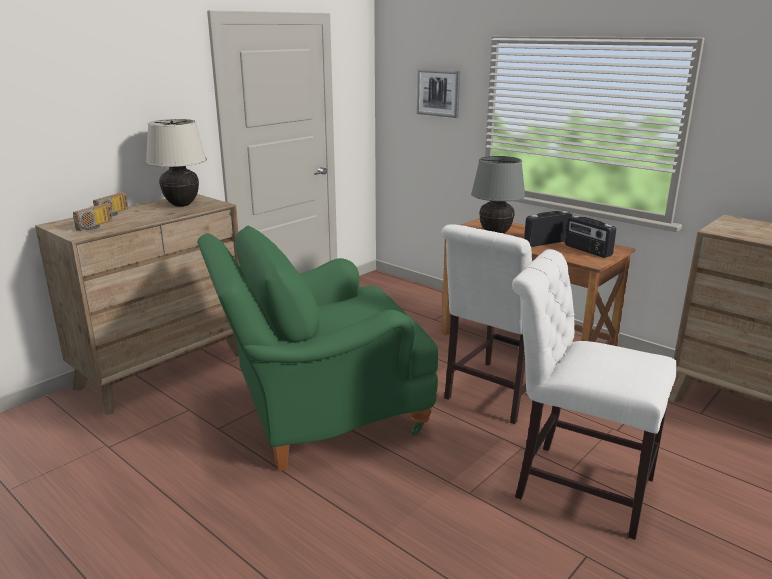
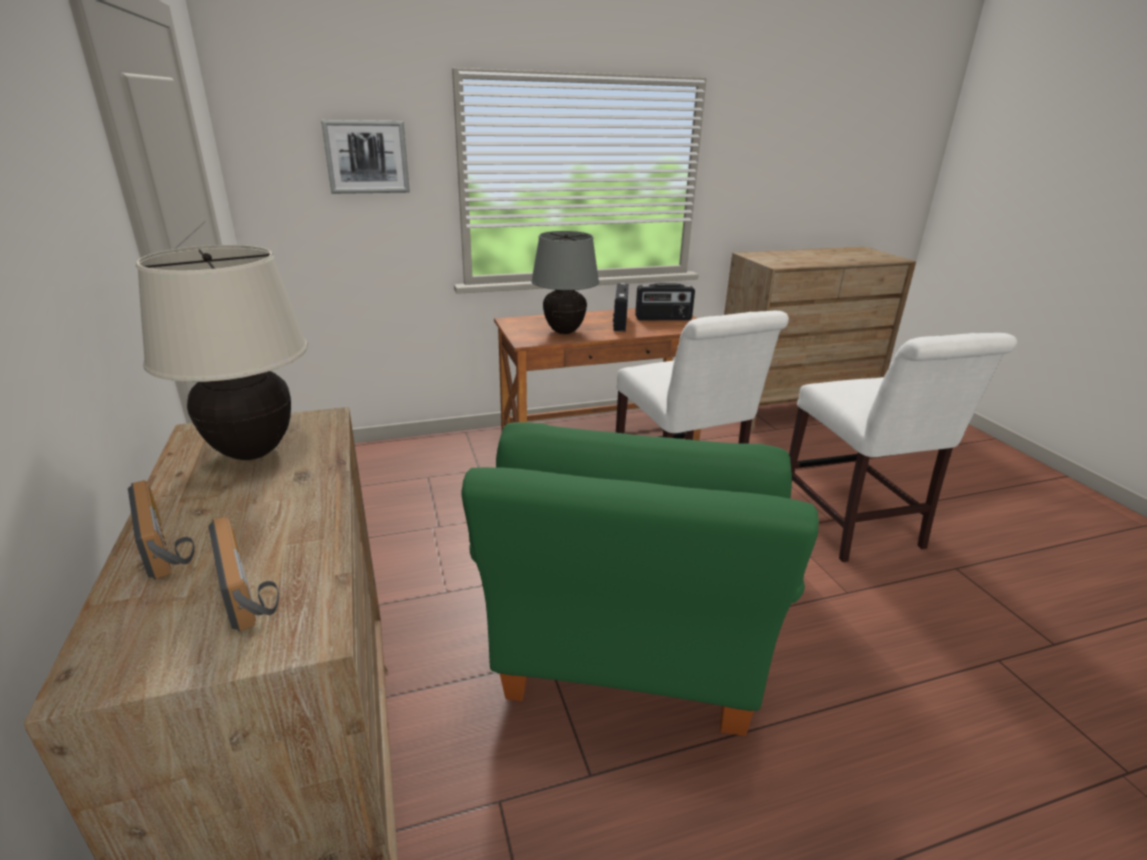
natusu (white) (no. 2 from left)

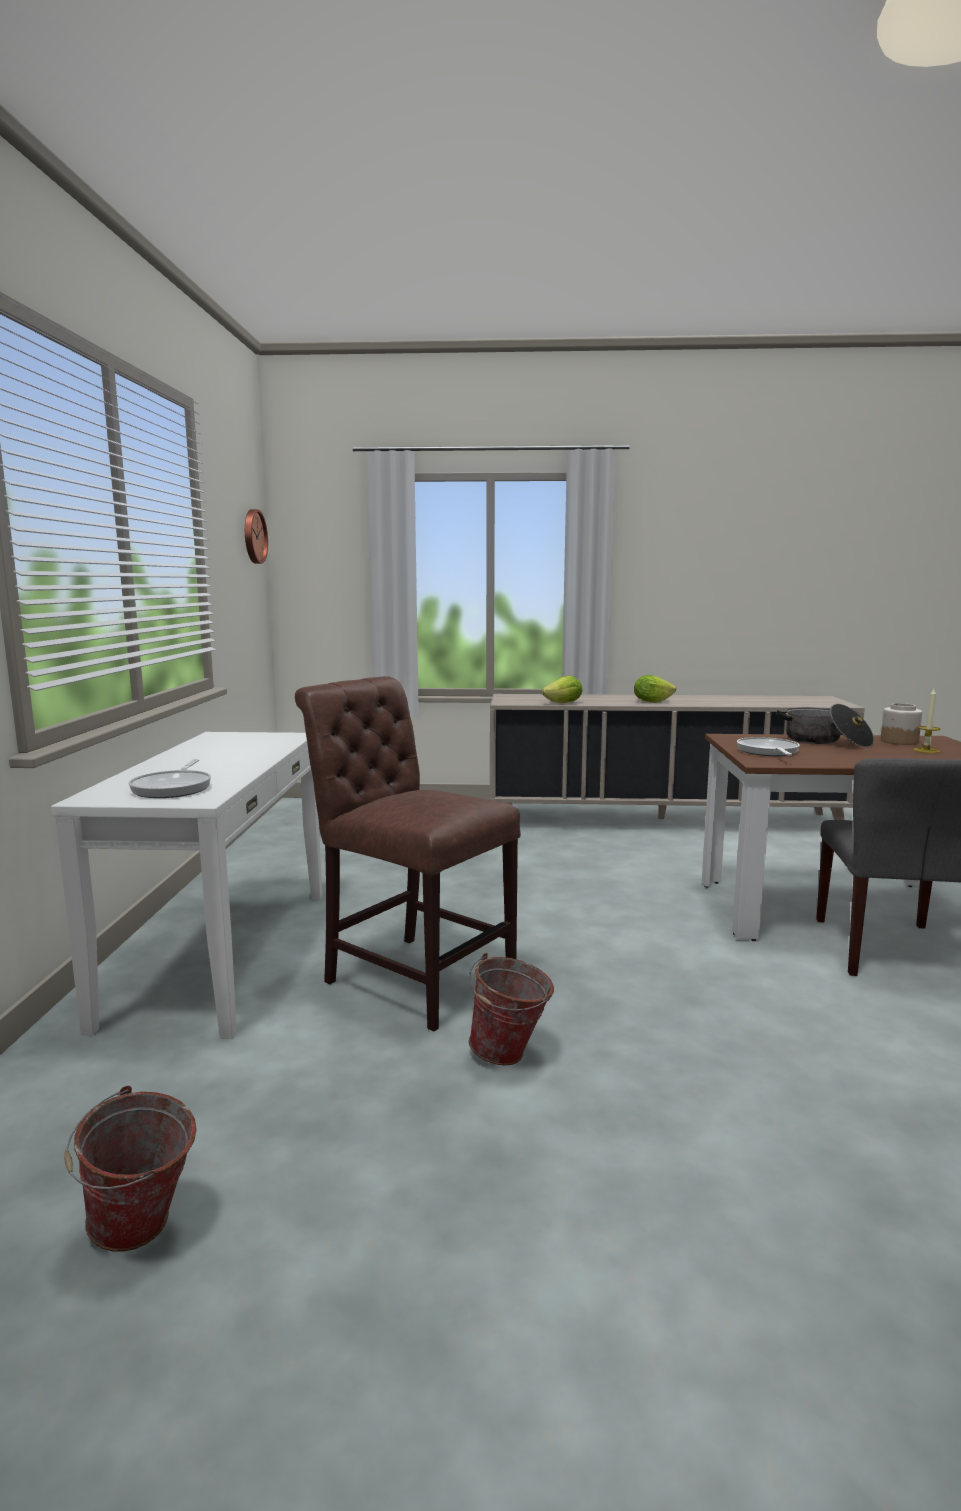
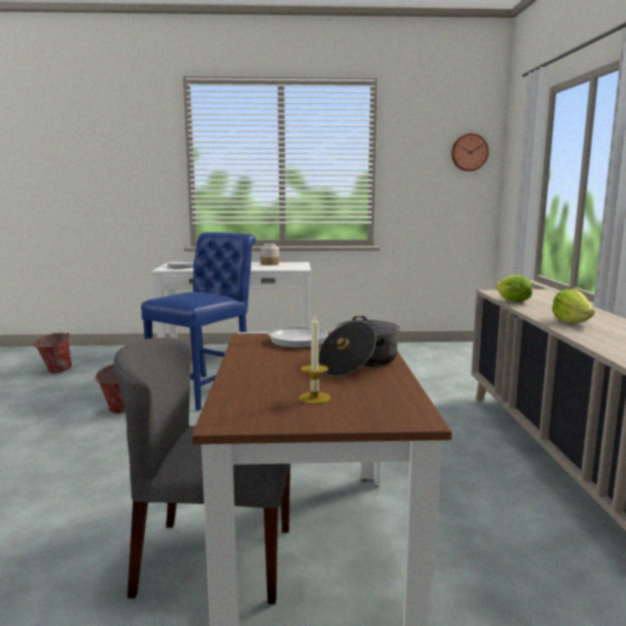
natusu (blue)
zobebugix

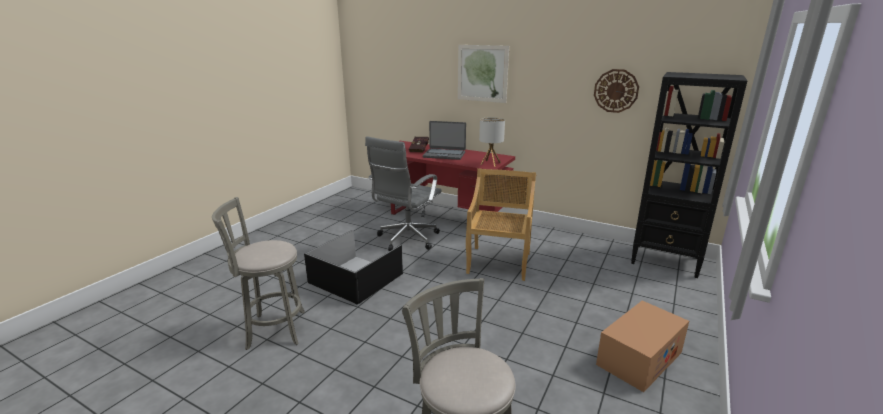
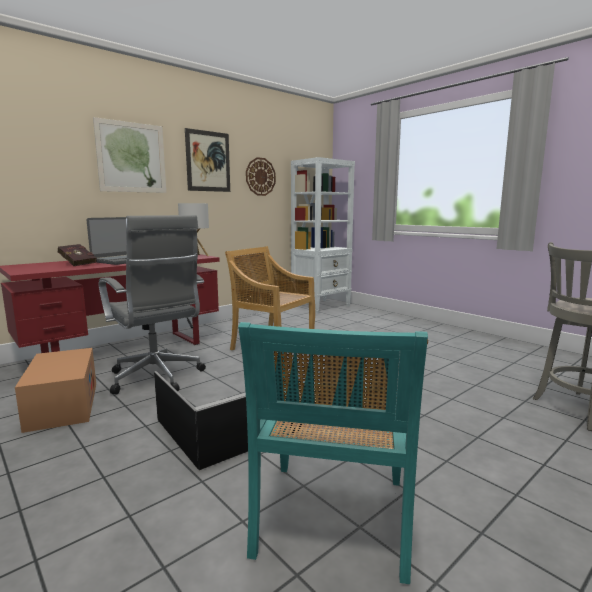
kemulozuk
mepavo (no. 2 from left)
natusu (turquoise)
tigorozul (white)

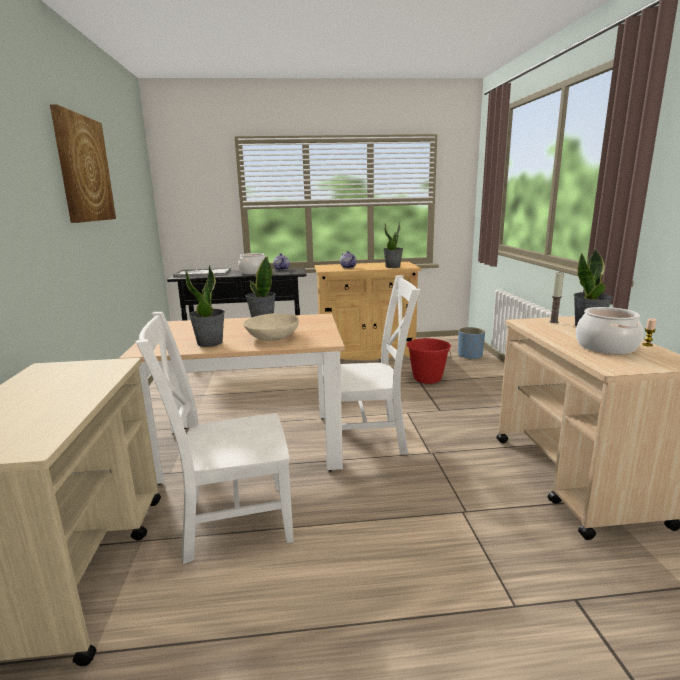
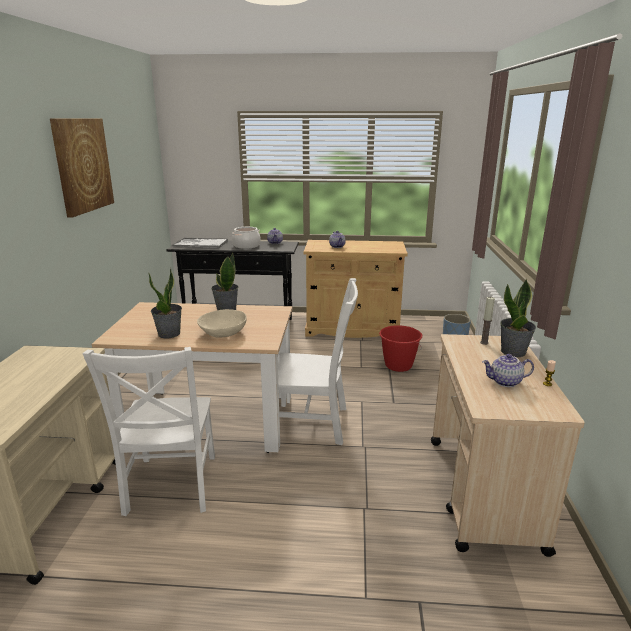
natusu (white) (no. 1 from left)
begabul (no. 3 from left)
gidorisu (no. 3 from left in the first image)

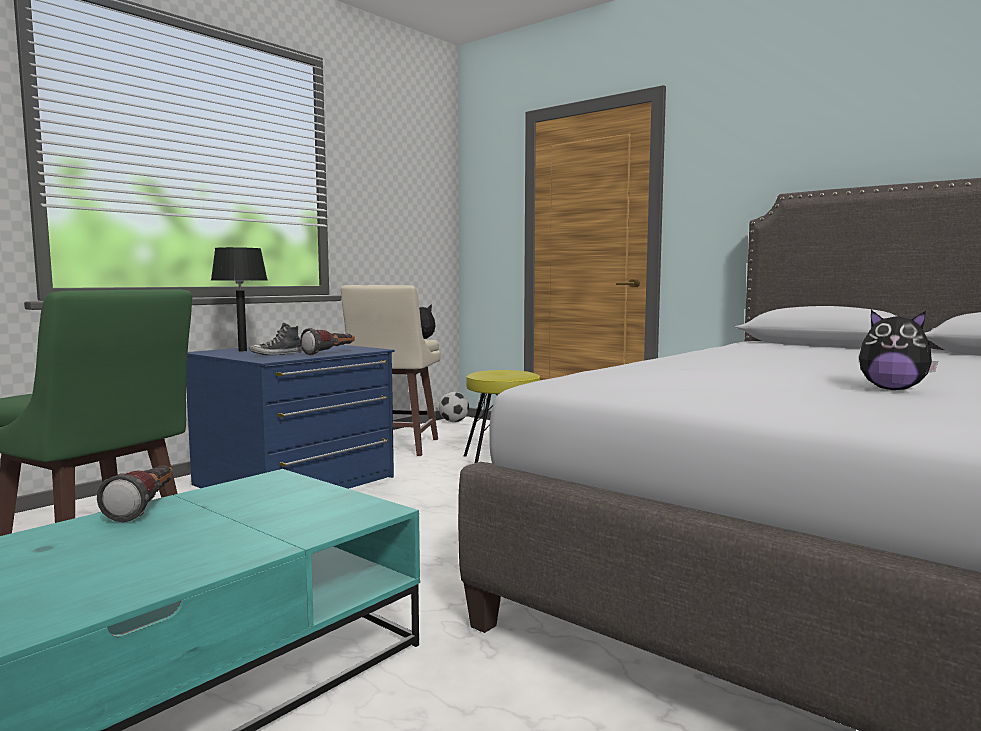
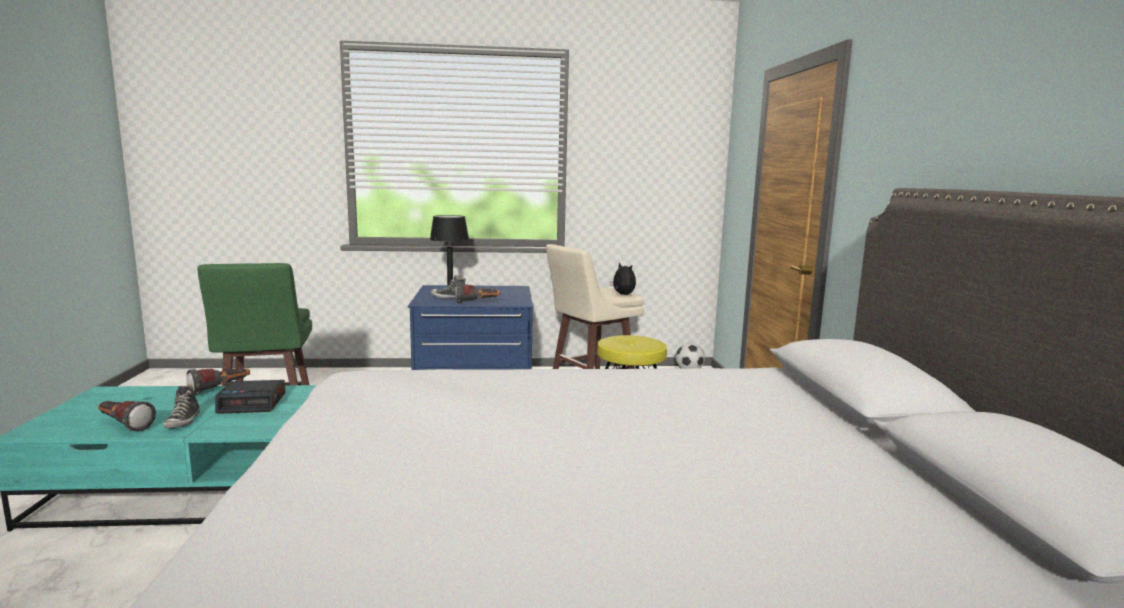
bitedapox (no. 1 from left)
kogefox (no. 1 from left)
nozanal
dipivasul (no. 2 from left in the first image)

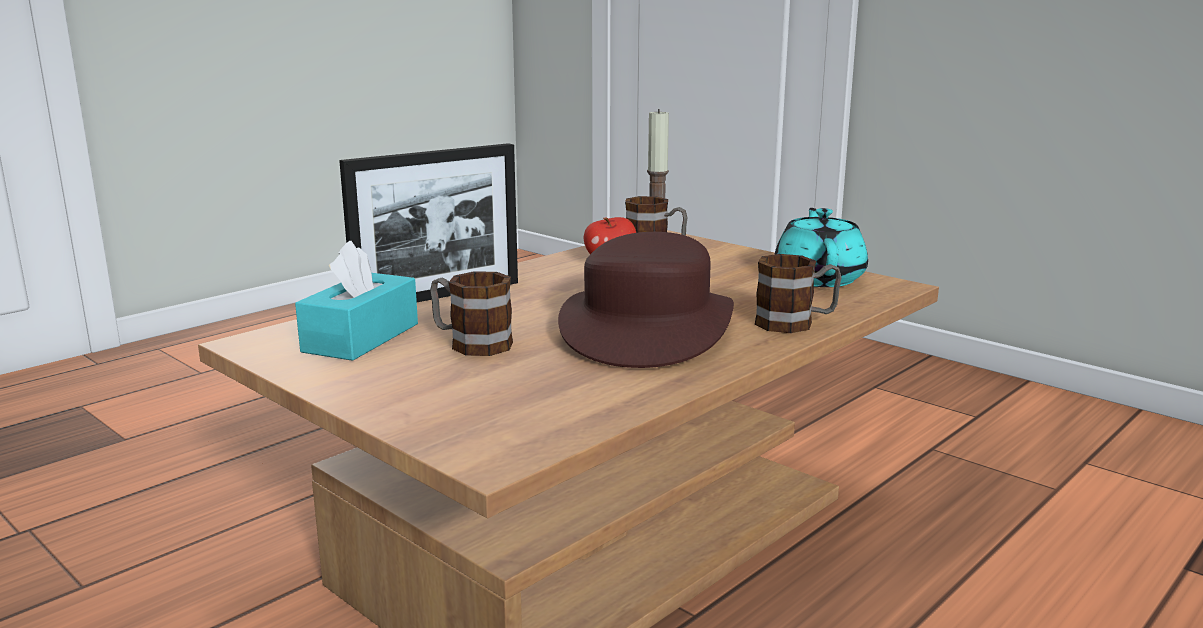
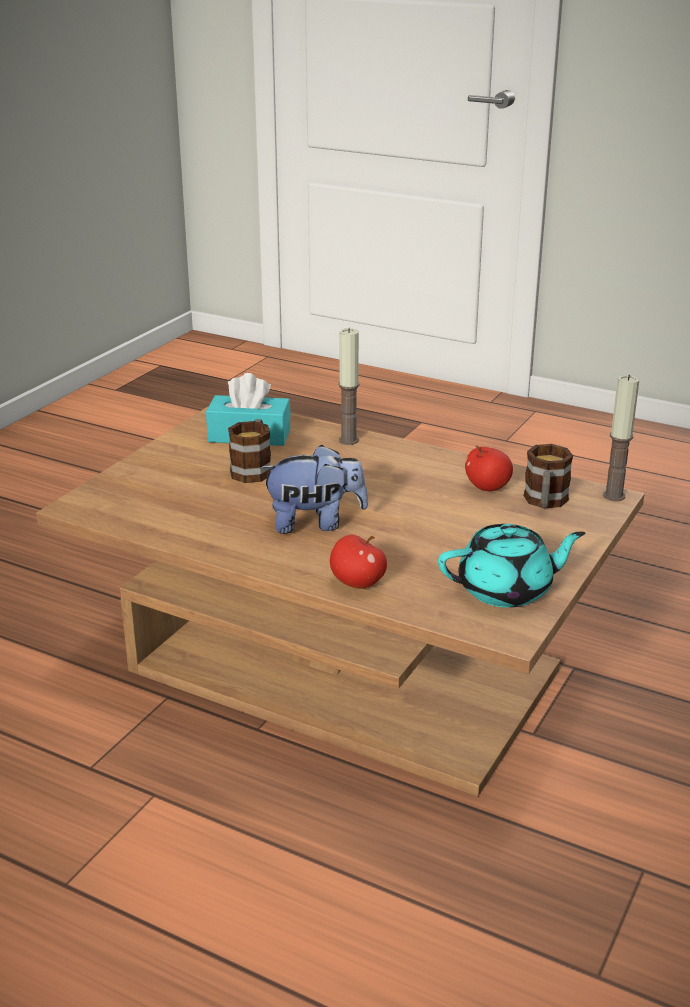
dipivasul
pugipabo (no. 1 from left)
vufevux (no. 1 from left)

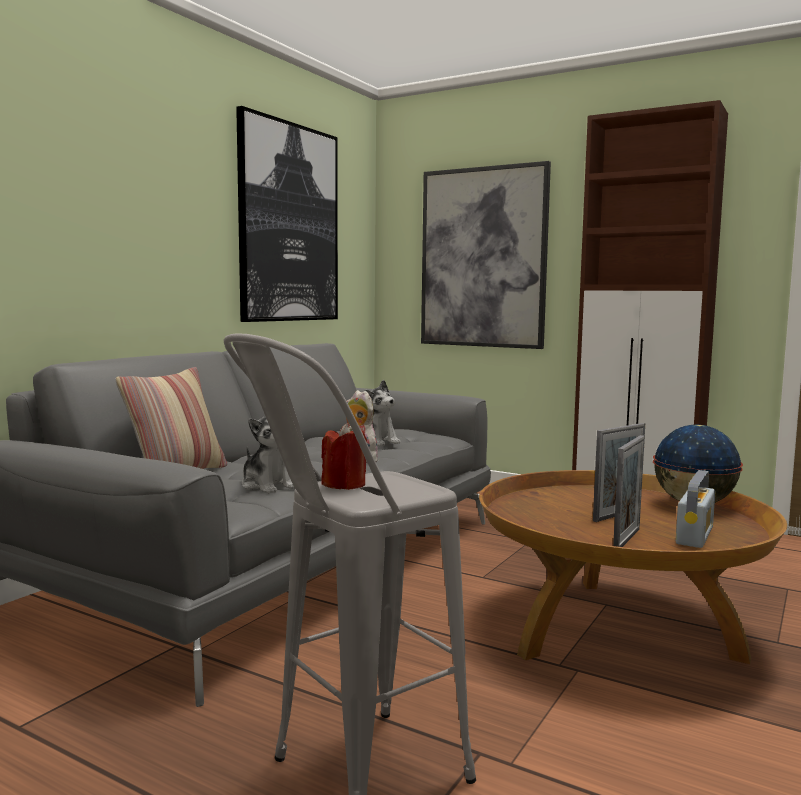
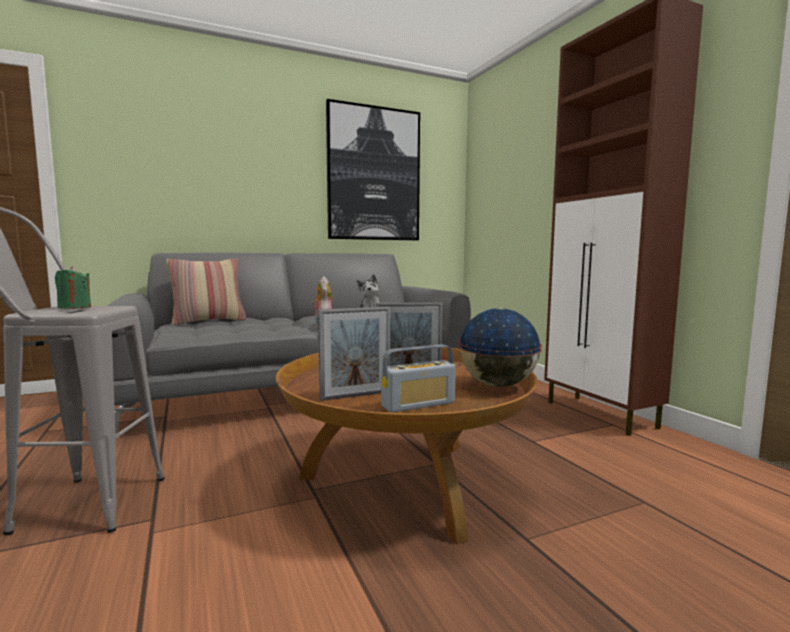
vufevux (green)
dipivasul (no. 1 from left in the first image)
mepavo (no. 2 from left in the first image)

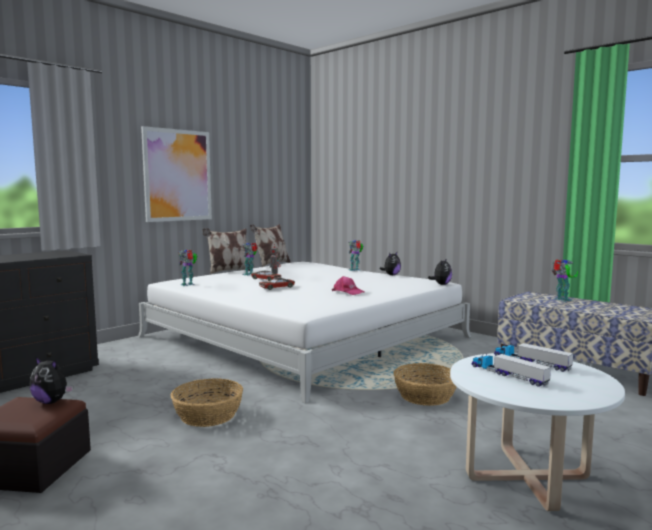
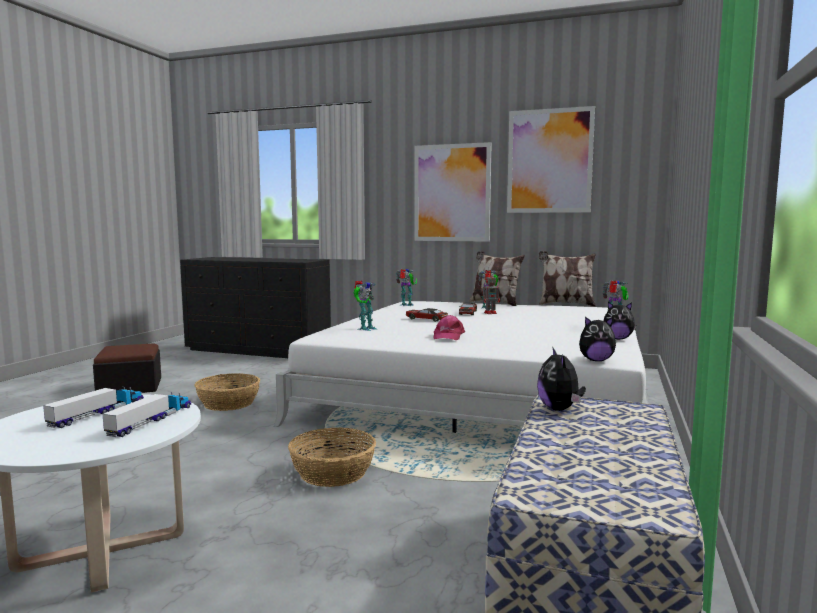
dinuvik (no. 1 from left)
mepavo (no. 2 from left)
dipivasul (no. 1 from left)

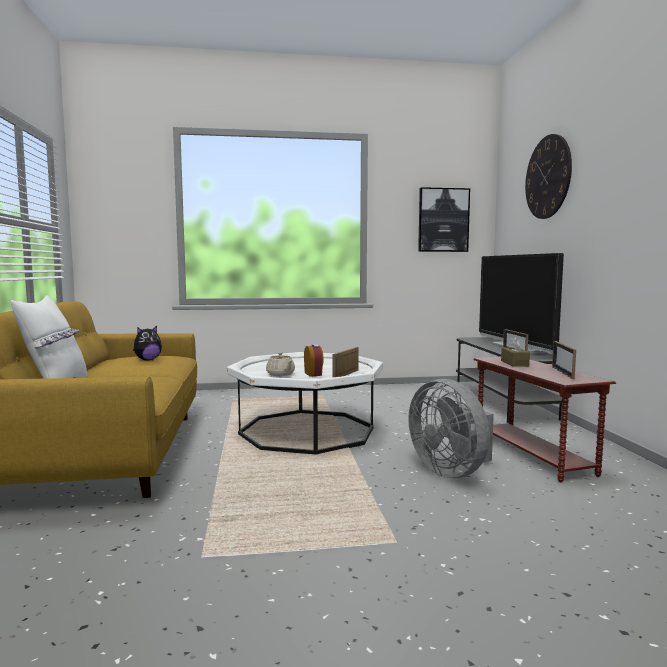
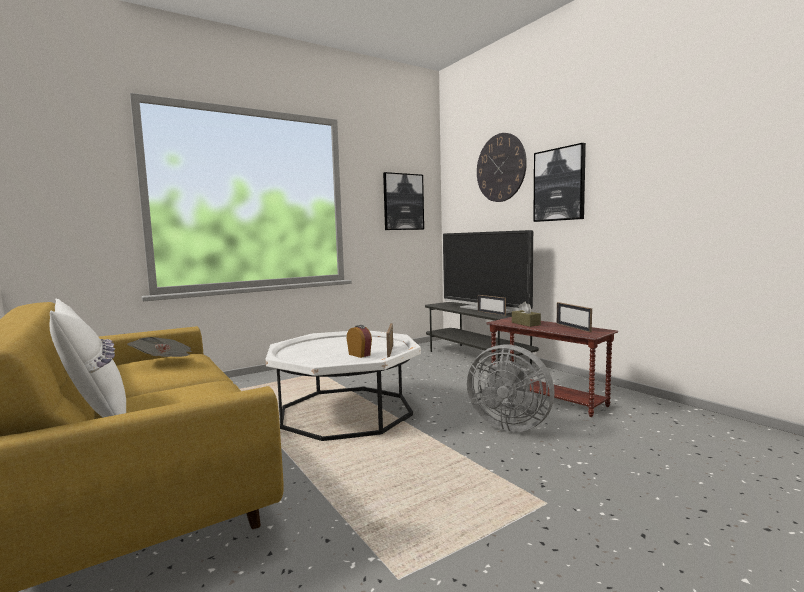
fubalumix
mepavo (no. 2 from left)
begabul (beige)

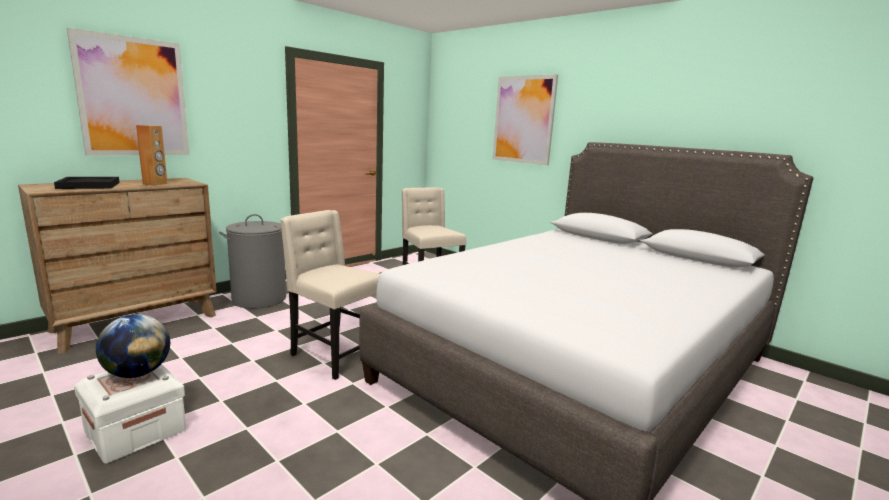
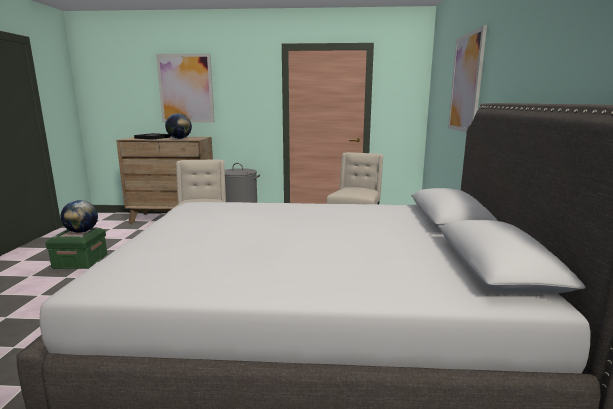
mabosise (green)
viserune (no. 2 from left)

